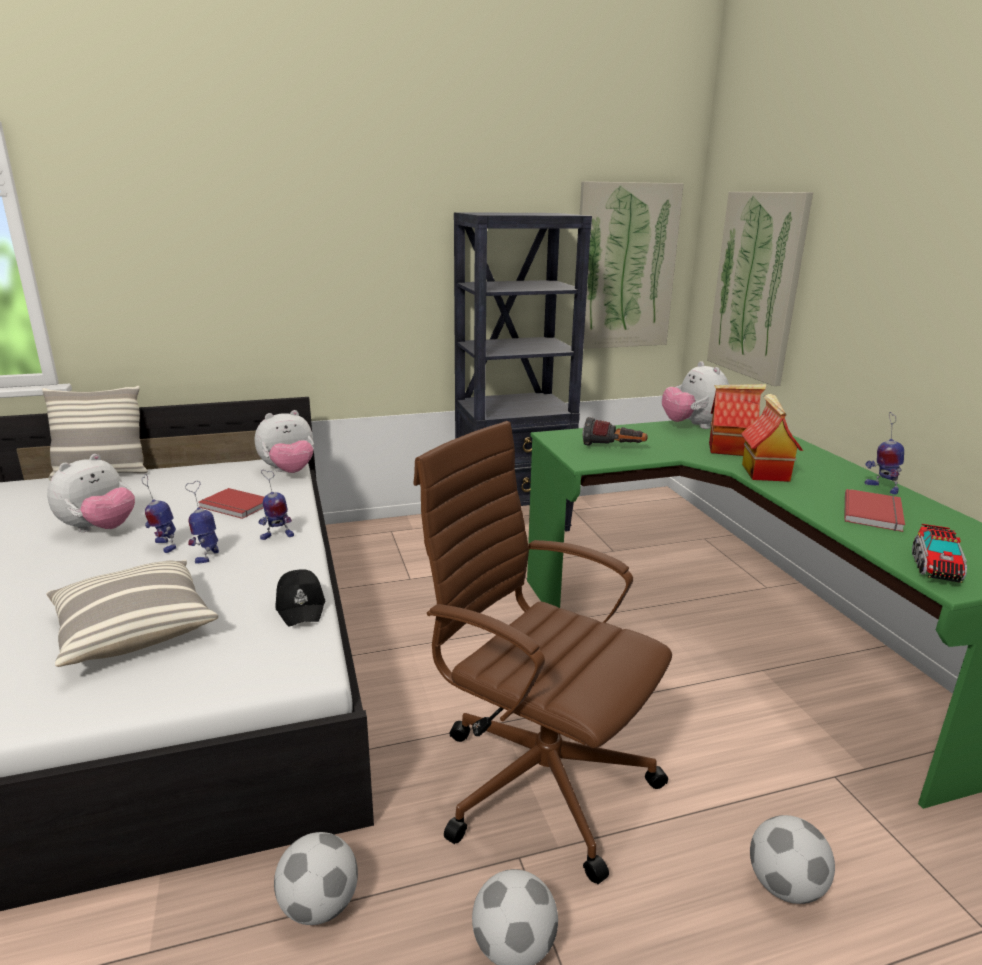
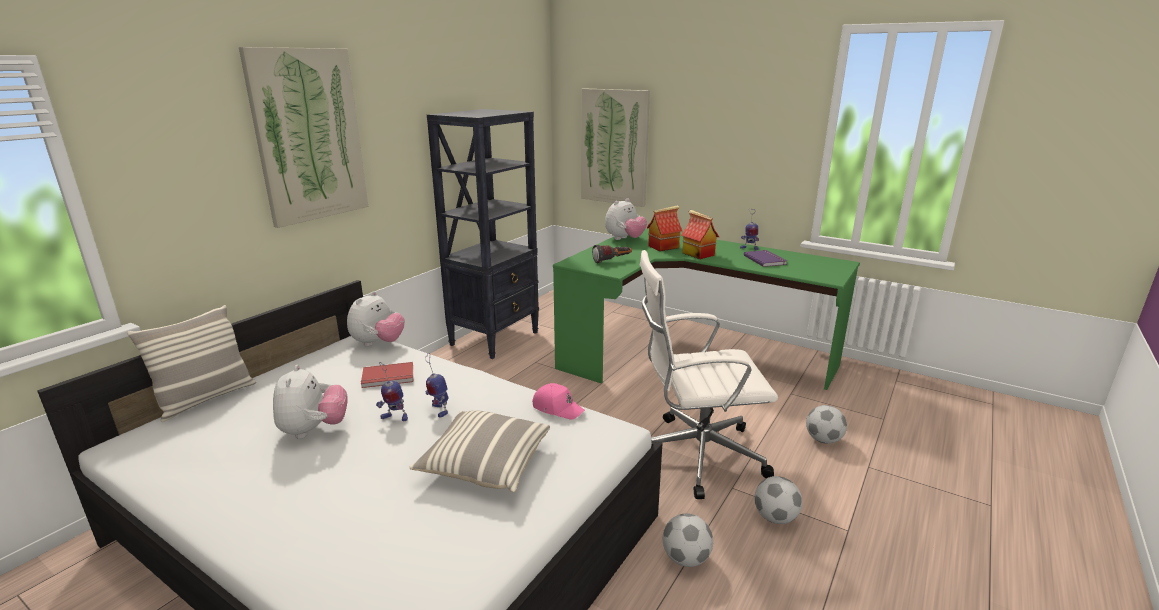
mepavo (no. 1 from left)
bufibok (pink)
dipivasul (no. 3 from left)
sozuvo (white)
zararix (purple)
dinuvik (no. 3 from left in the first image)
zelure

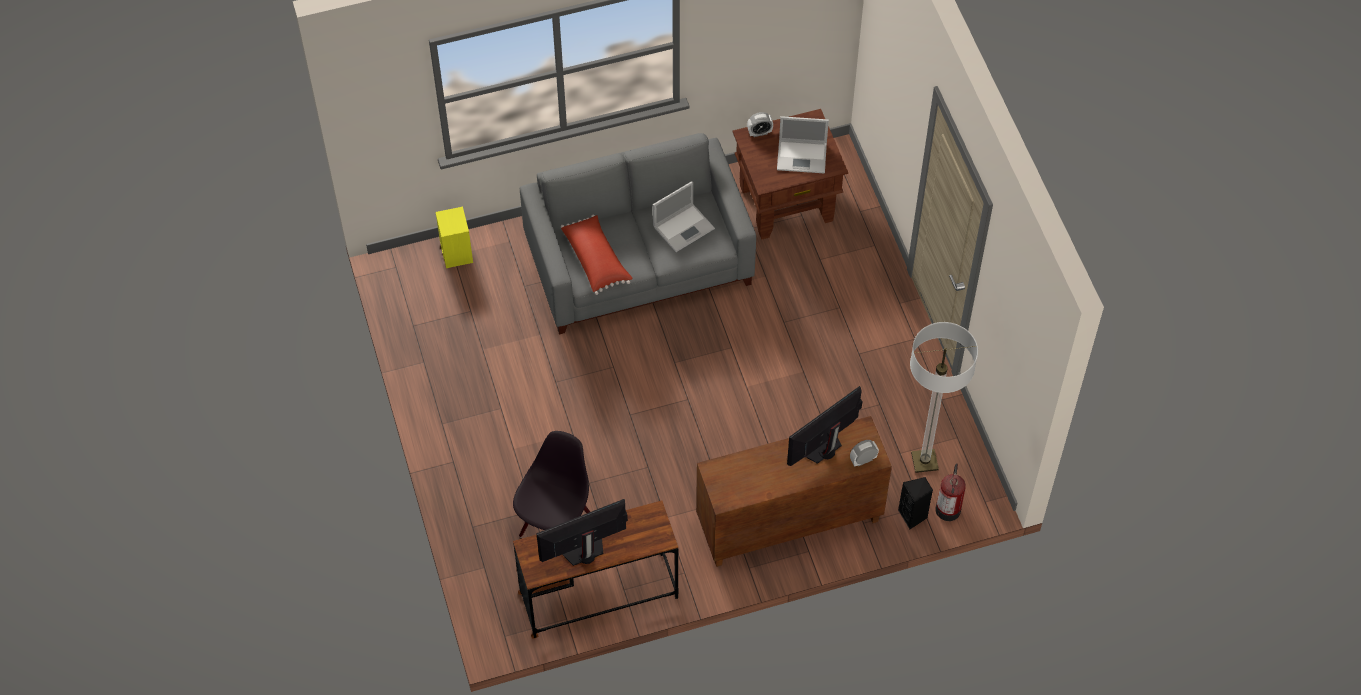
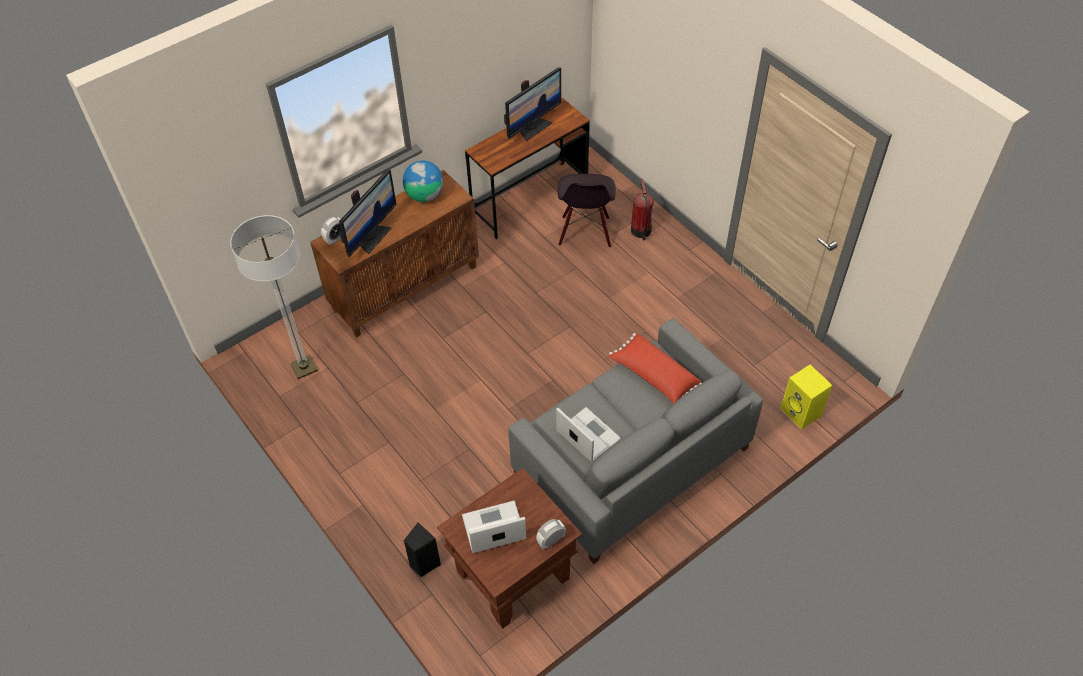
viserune
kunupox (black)
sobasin (no. 2 from left)
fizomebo

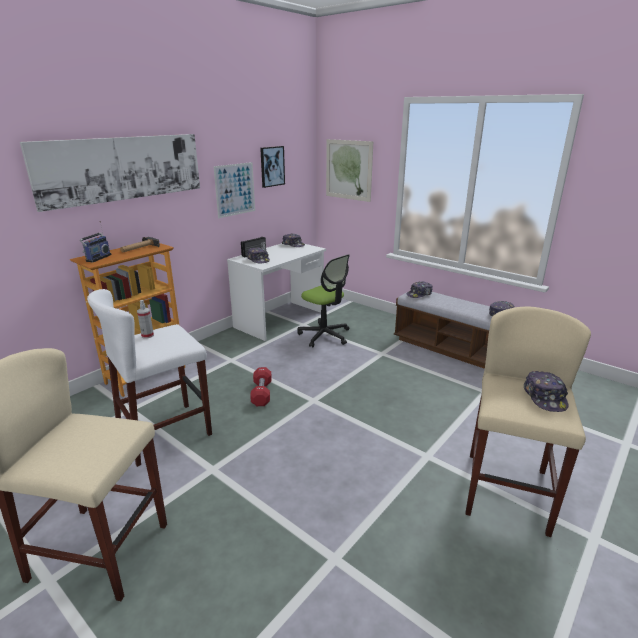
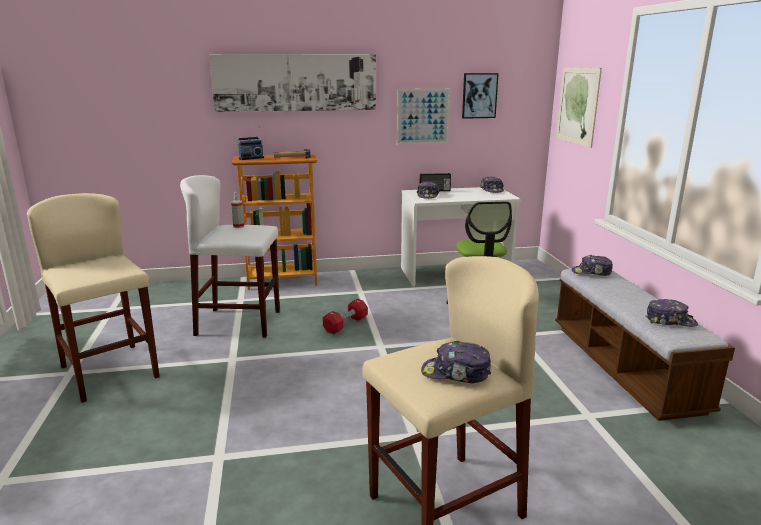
bufibok (no. 2 from left)

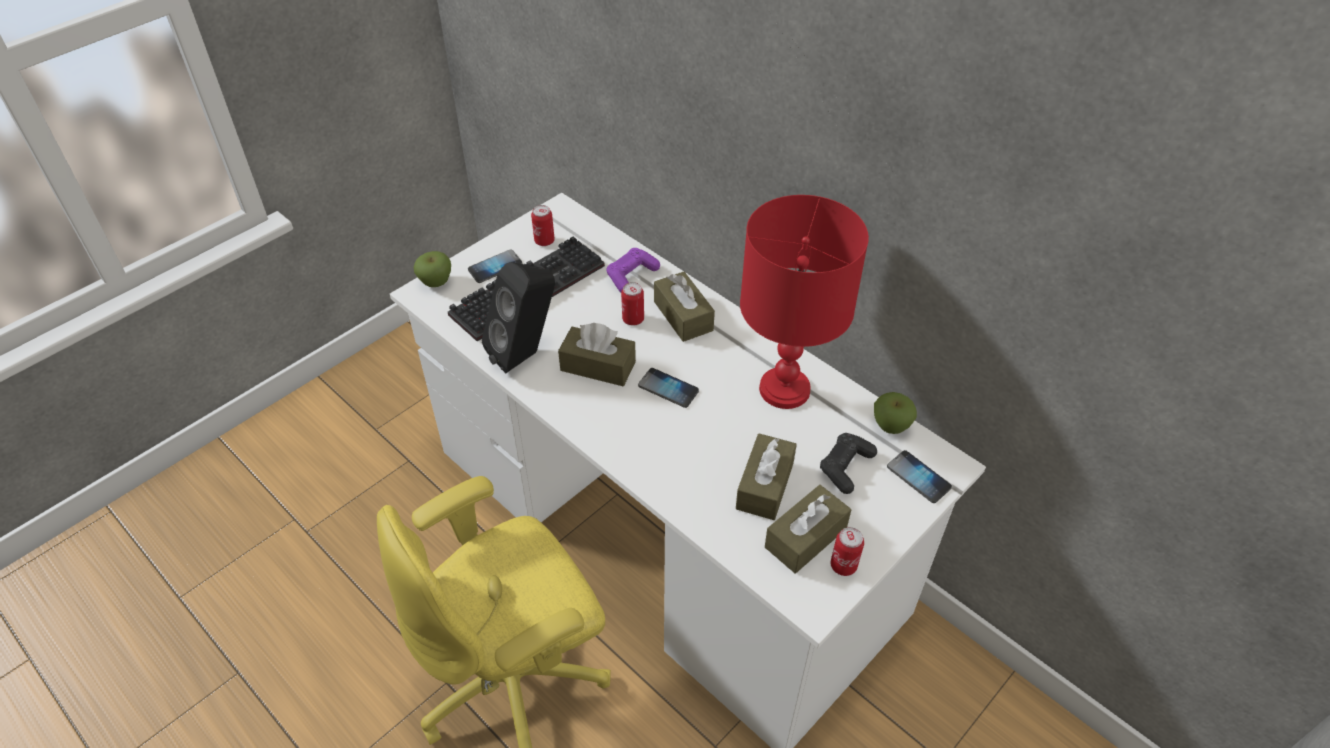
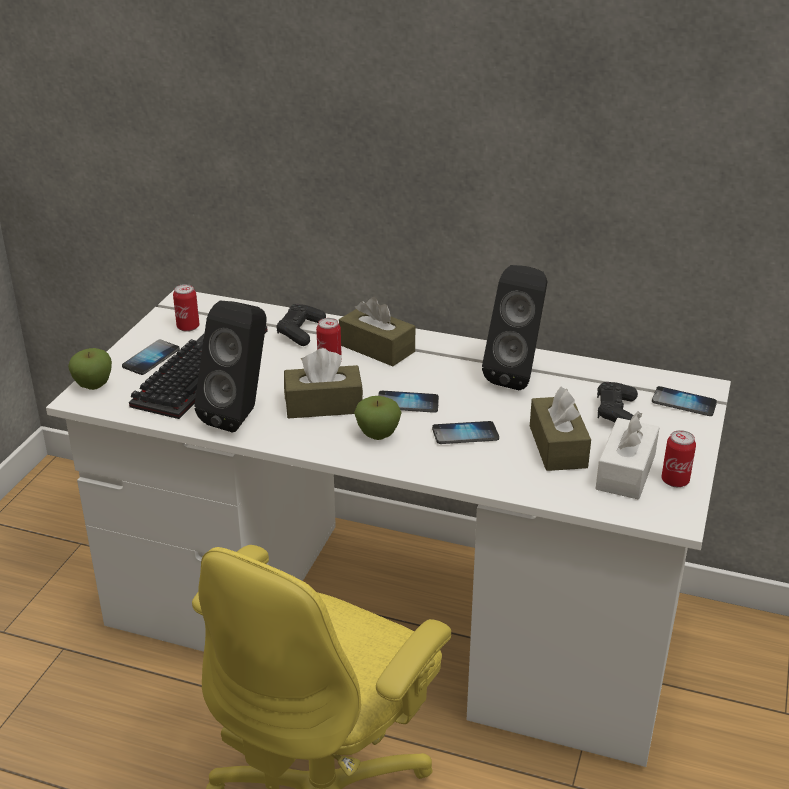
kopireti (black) (no. 1 from left)
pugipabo (no. 2 from left)
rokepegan (no. 3 from left)
kunupox (black) (no. 2 from left)
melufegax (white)

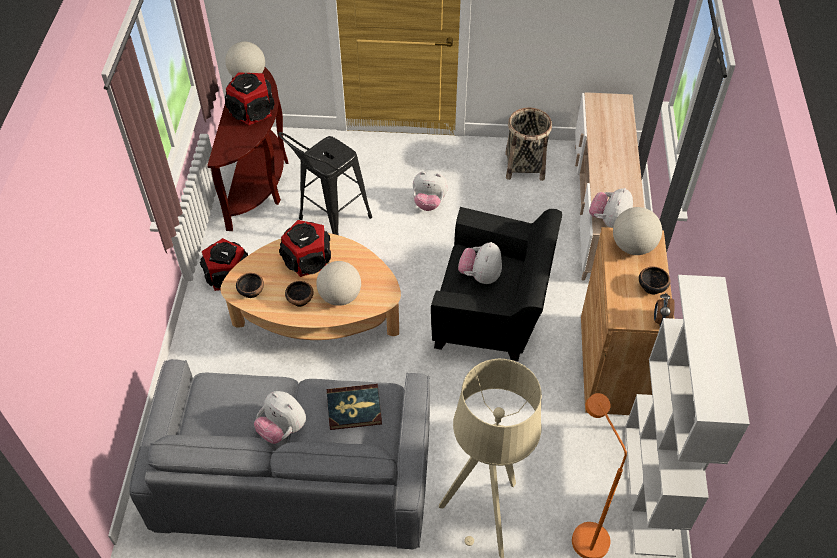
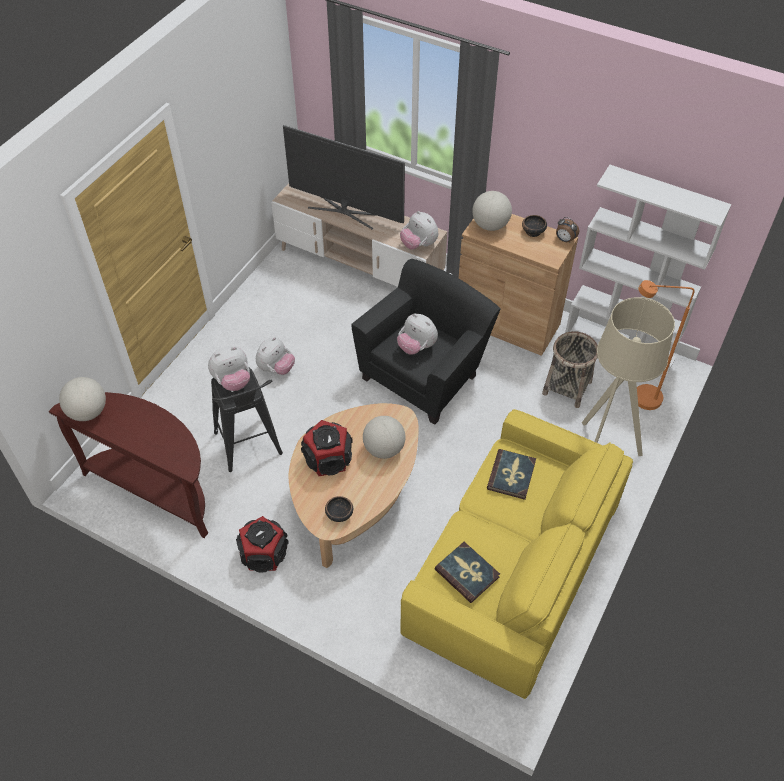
dipivasul (no. 1 from left)
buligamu
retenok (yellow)
zararix (no. 1 from left)
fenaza
kunupox (no. 2 from left in the first image)
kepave (no. 2 from left in the first image)

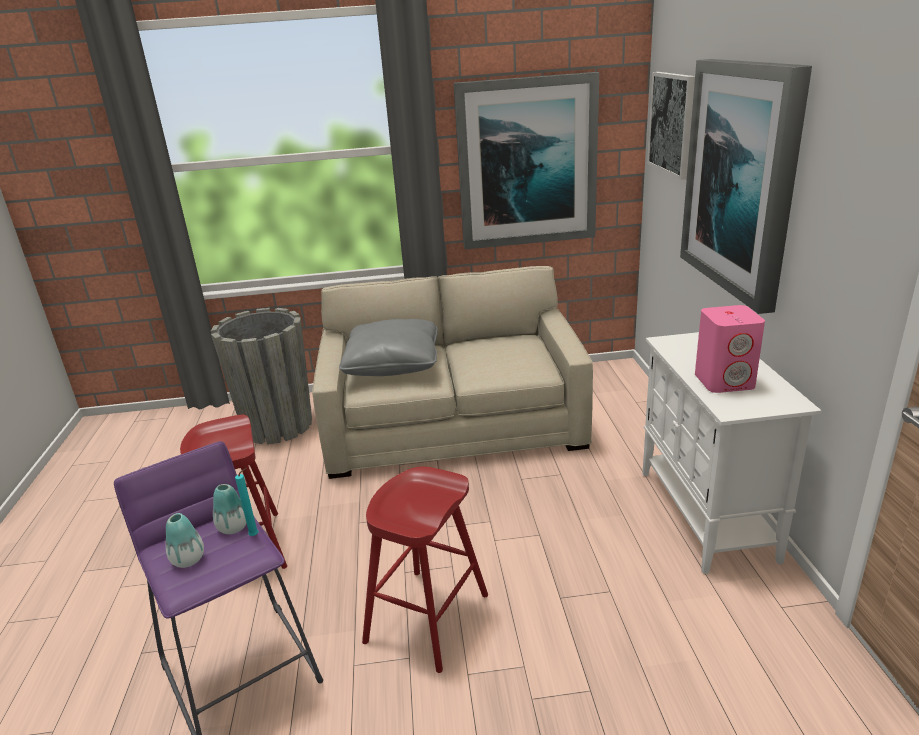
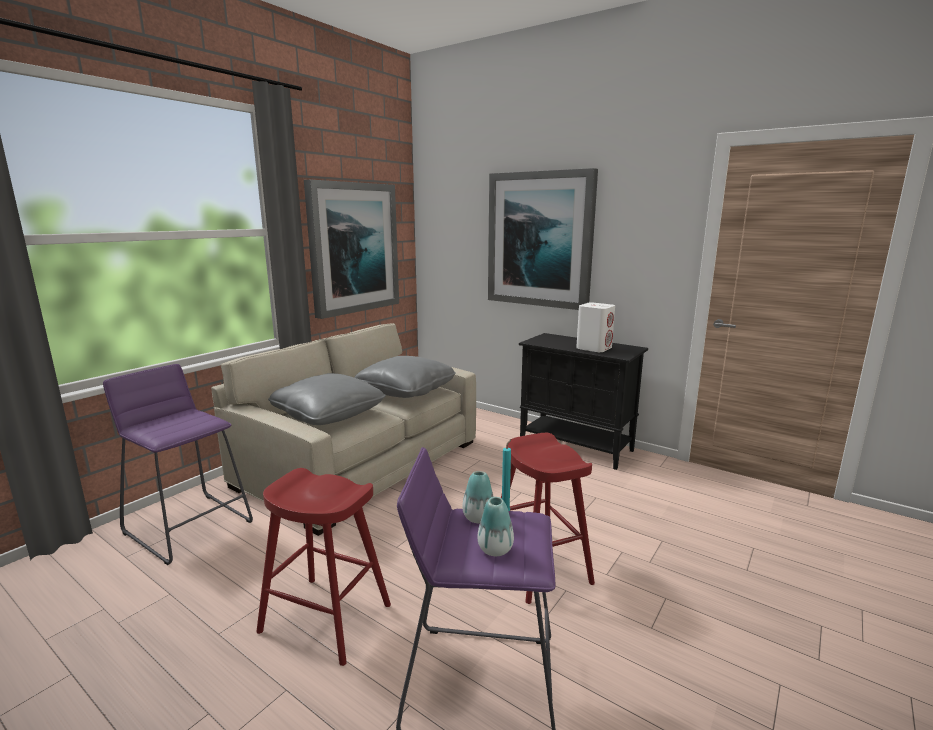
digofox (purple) (no. 1 from left)
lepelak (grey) (no. 2 from left)
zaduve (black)
kunupox (white)
mepavo (no. 2 from left in the first image)

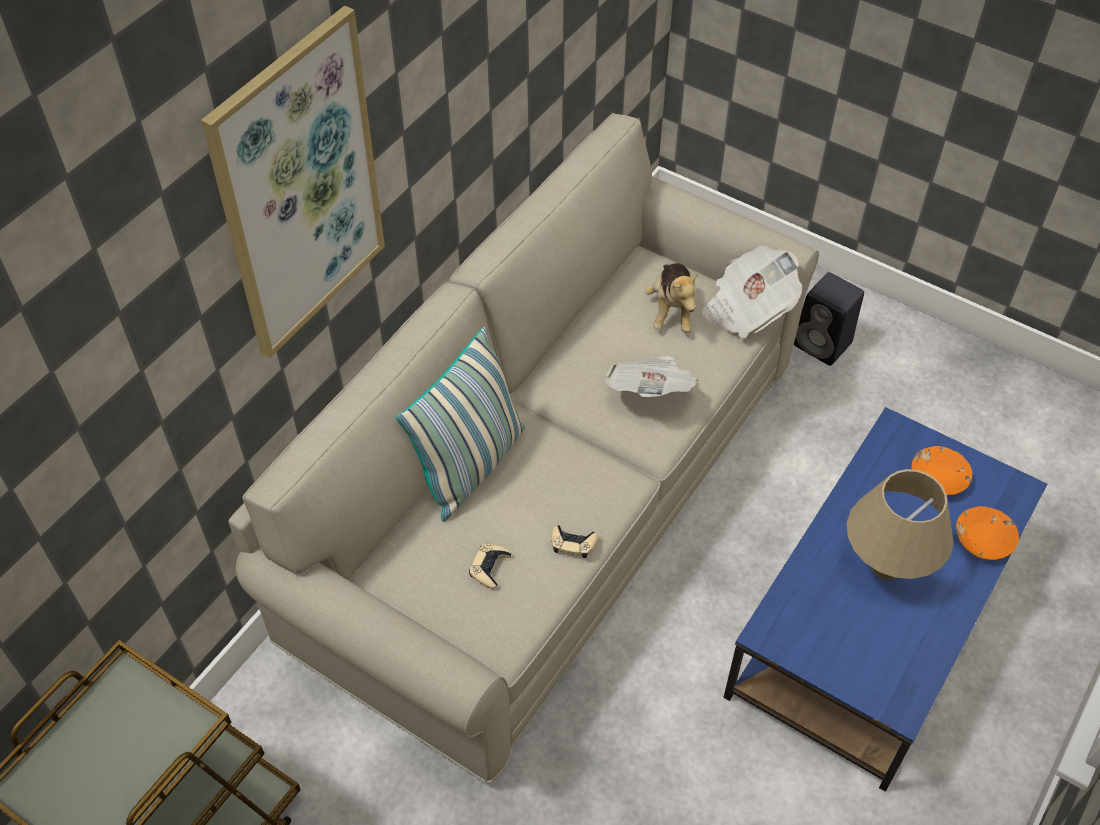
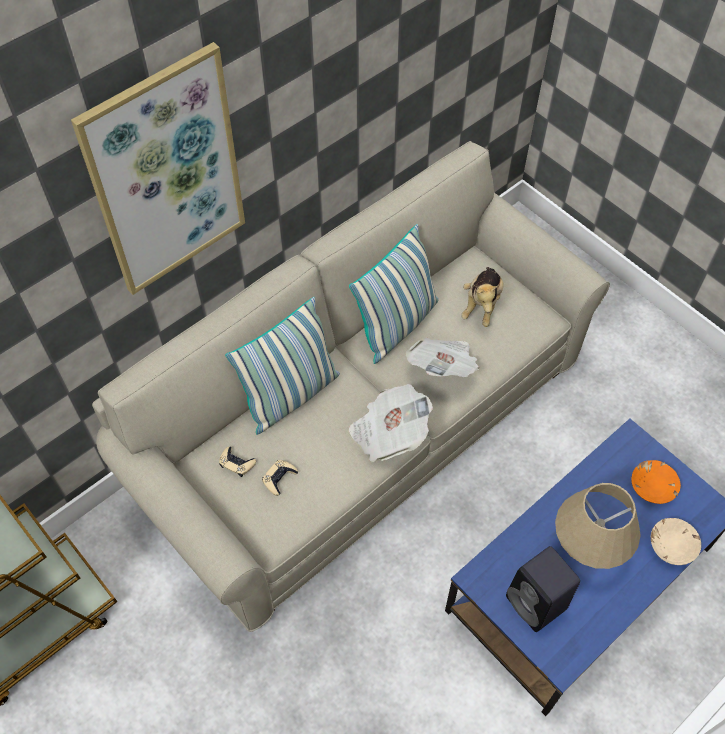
kopireti (beige) (no. 1 from left)
lepelak (no. 2 from left)
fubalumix (no. 1 from left)
kunupox (black)
kepave (beige)

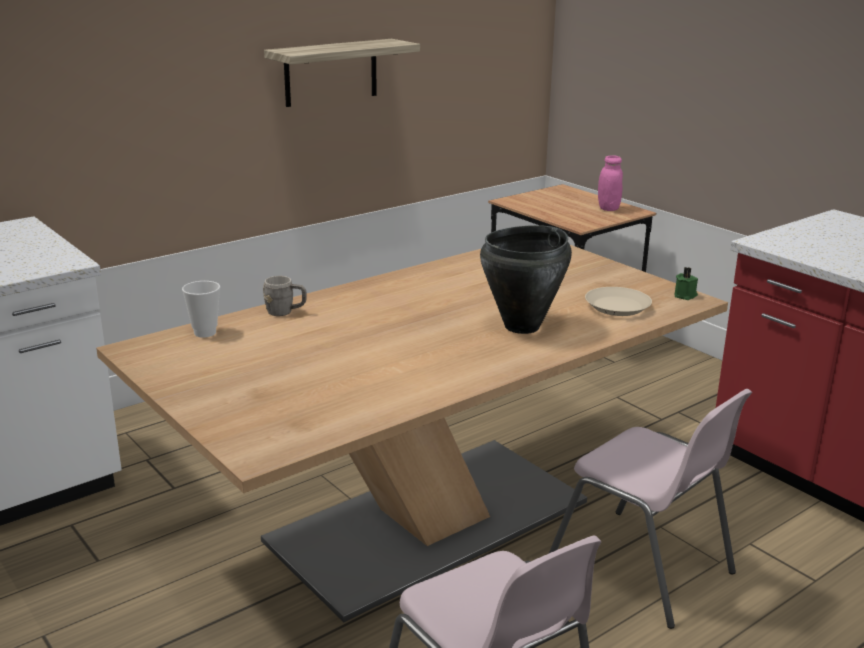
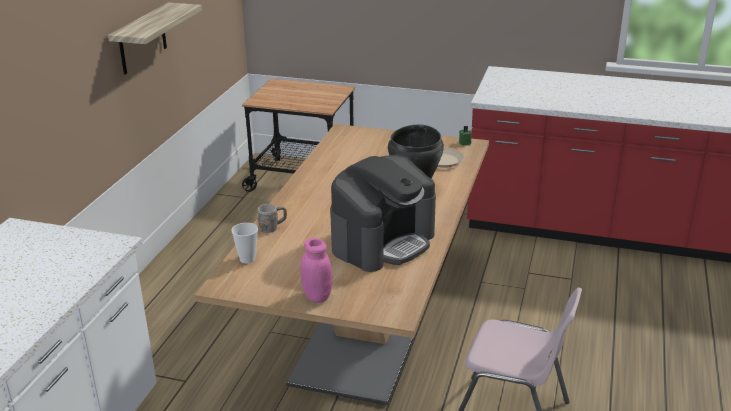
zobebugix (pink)
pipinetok
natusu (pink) (no. 2 from left in the first image)

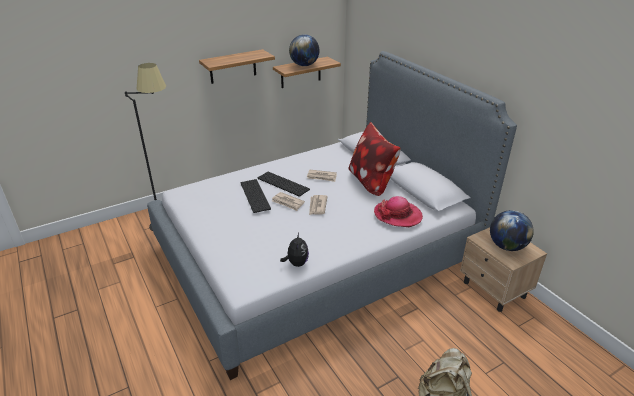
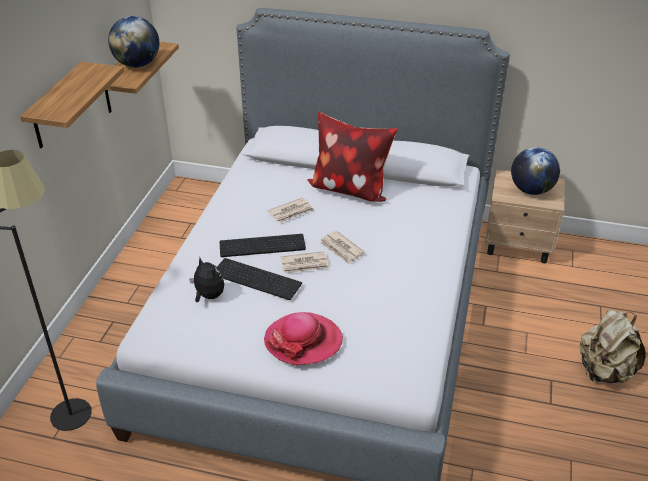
dipivasul
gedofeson

